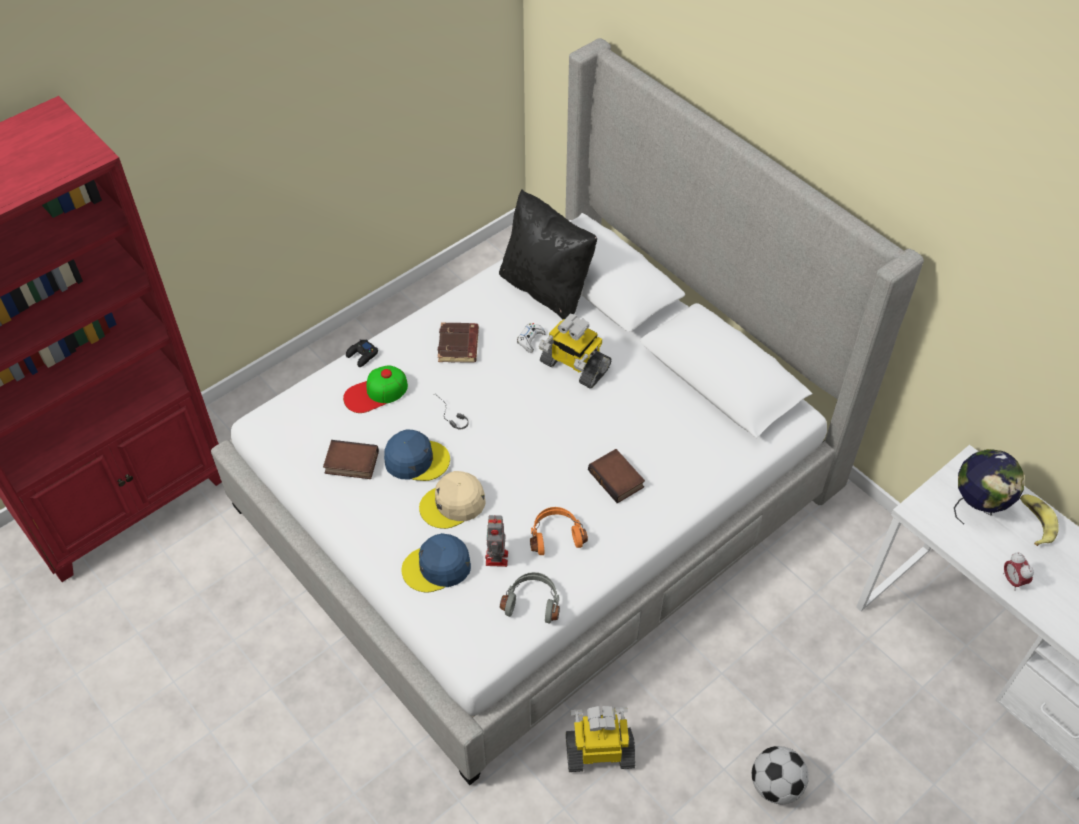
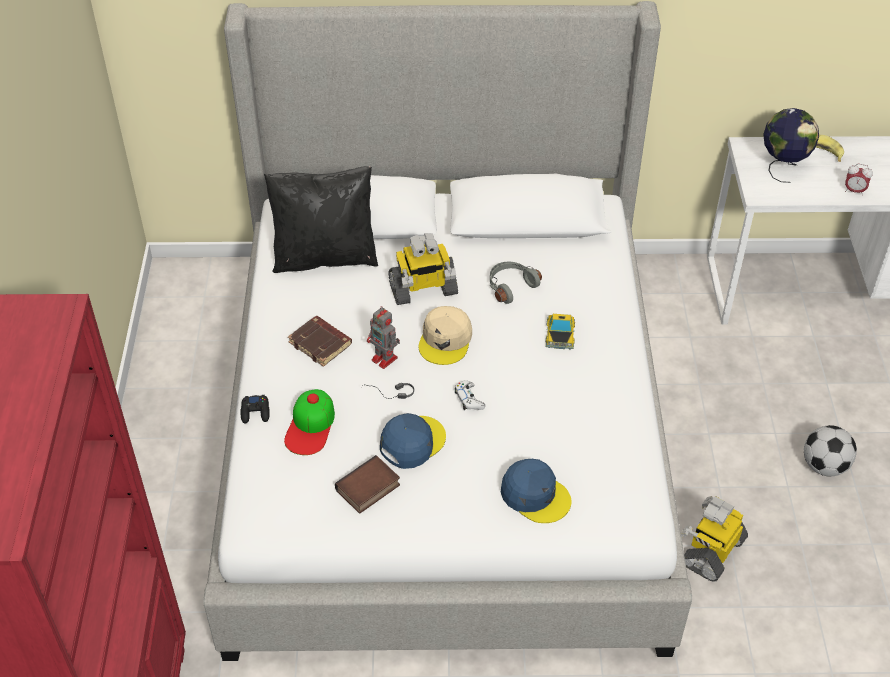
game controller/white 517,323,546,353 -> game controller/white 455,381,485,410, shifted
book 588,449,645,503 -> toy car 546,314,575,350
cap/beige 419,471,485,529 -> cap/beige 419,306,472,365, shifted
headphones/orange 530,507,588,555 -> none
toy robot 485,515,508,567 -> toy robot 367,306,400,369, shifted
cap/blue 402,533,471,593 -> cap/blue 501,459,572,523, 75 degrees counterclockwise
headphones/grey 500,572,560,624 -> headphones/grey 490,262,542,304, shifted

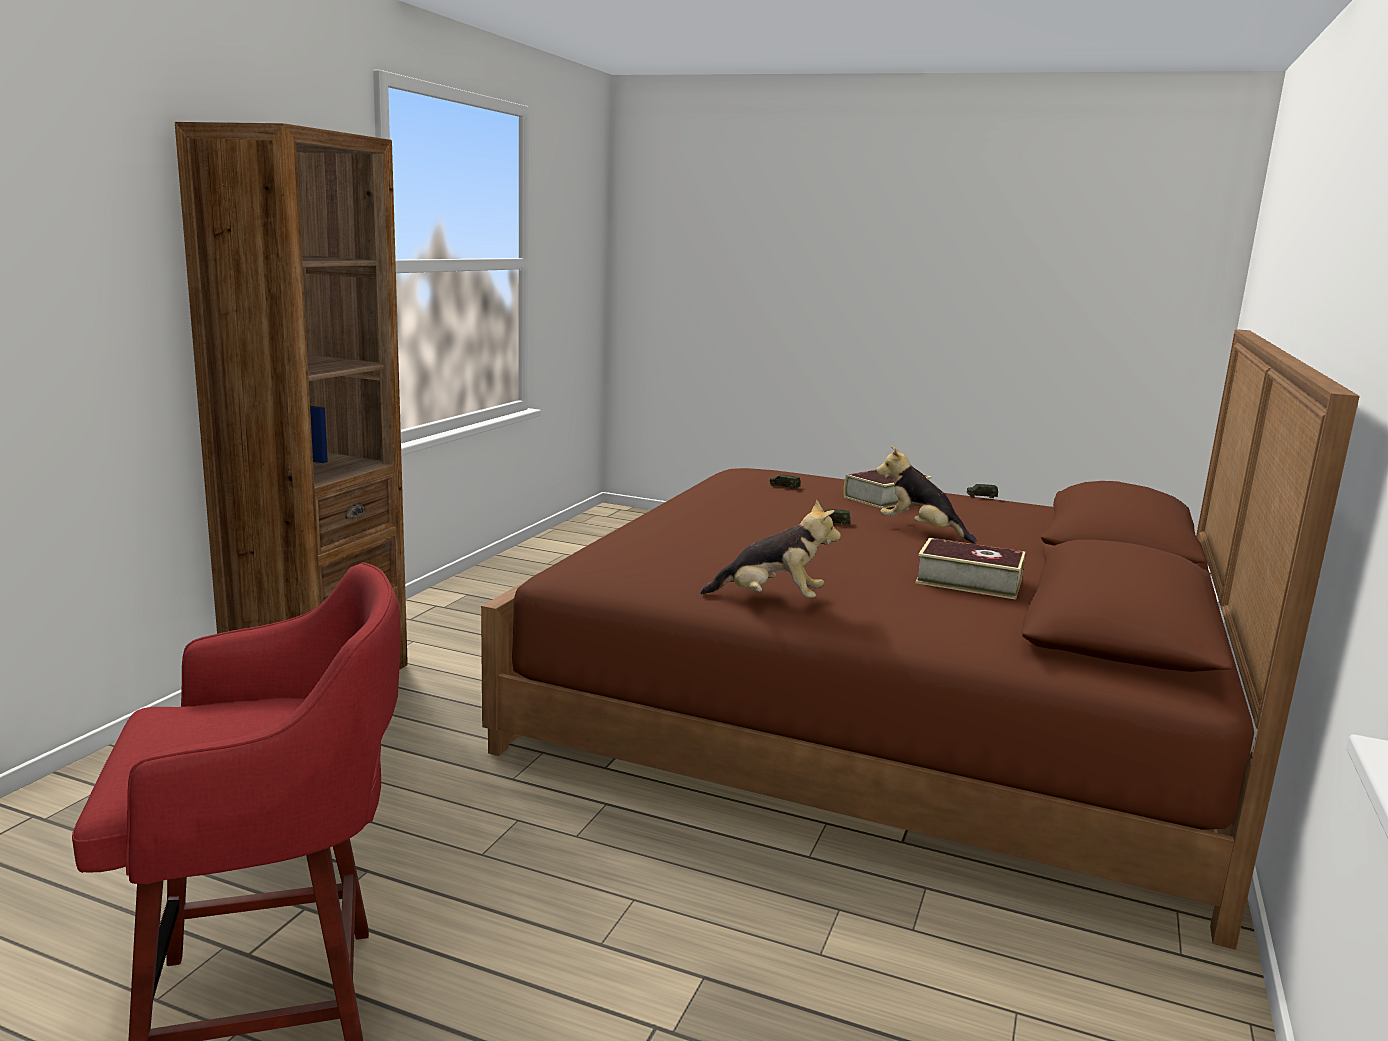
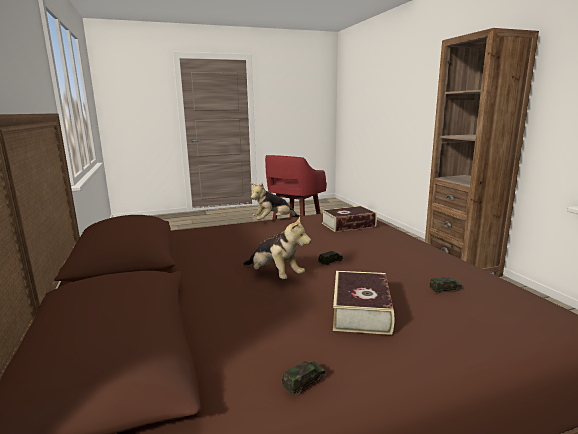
plush toy 876,445,977,543 -> plush toy 243,216,311,279, 45 degrees clockwise
book 915,537,1026,600 -> book 322,206,377,232, shifted

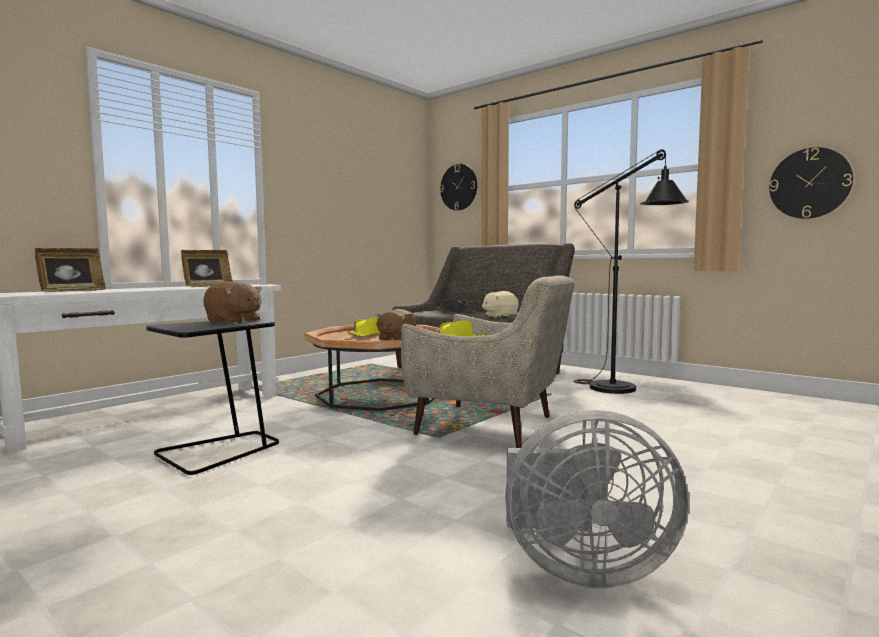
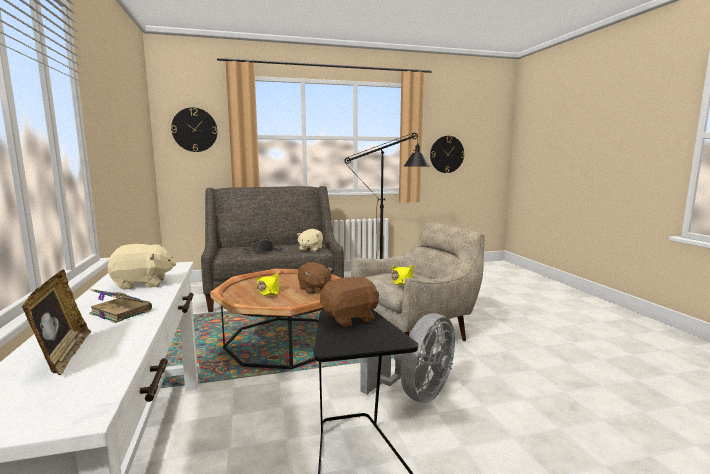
picture frame 181,250,232,287 -> plush toy/beige 108,244,176,290
fan/grey 505,410,689,589 -> fan/grey 360,313,455,403, shifted
none -> book 89,289,152,323

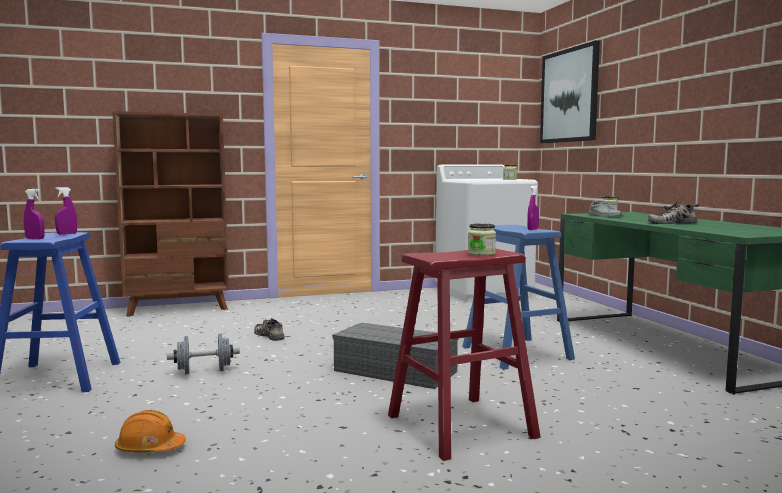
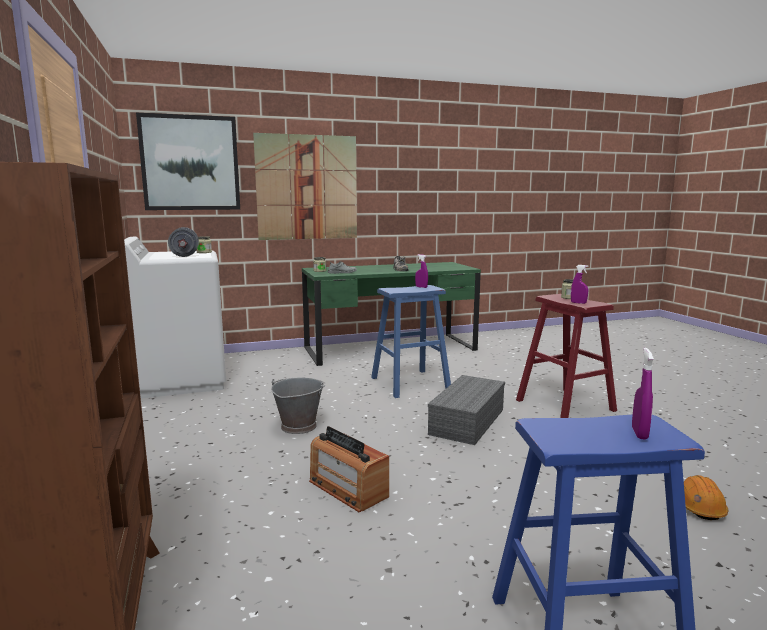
spray bottle/purple 55,187,77,234 -> spray bottle/purple 571,265,588,304, shifted
shoe 254,318,285,341 -> radio 309,426,389,512
dumbbell/grey 167,333,240,375 -> dumbbell/grey 168,227,199,257, shifted
none -> picture 253,133,357,240
none -> bucket/grey 271,377,325,434

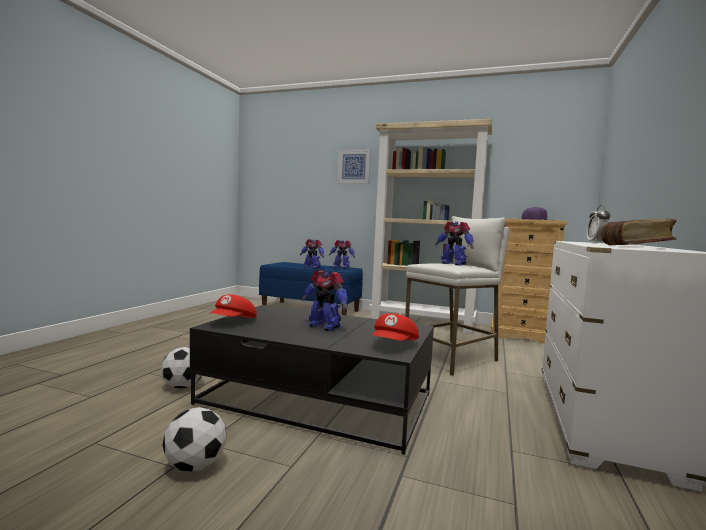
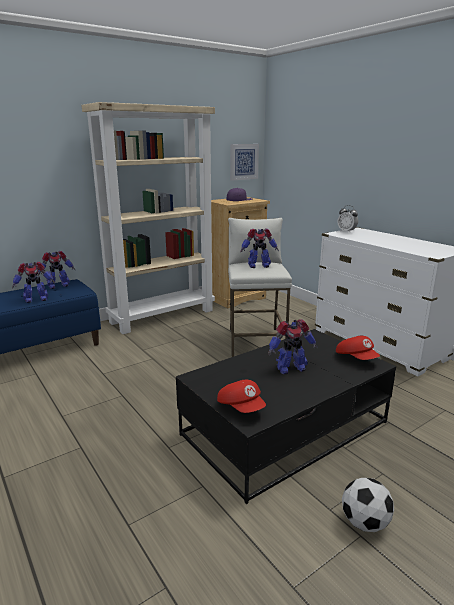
picture 337,149,371,184 -> picture 230,144,259,181, shifted
book 601,219,677,245 -> none
football 161,347,202,388 -> none

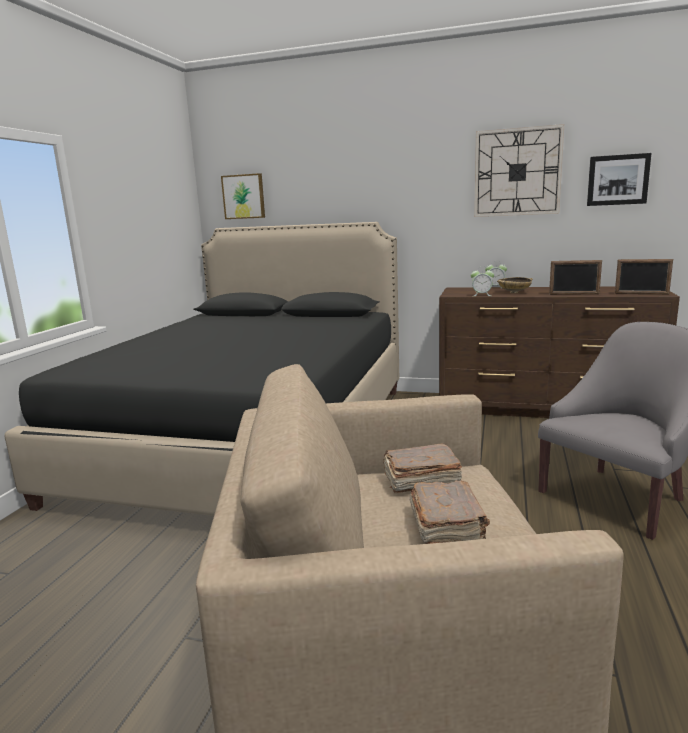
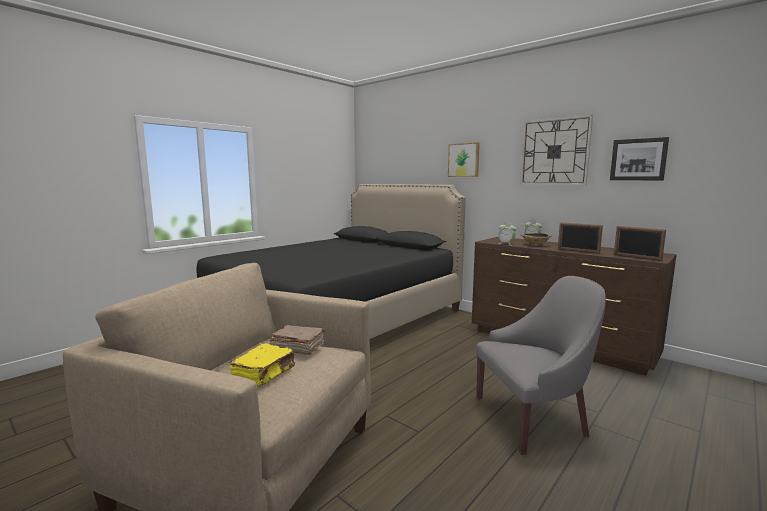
picture 221,173,265,219 -> picture 448,142,480,177, shifted
book/brown 409,480,490,544 -> book/yellow 230,343,295,386

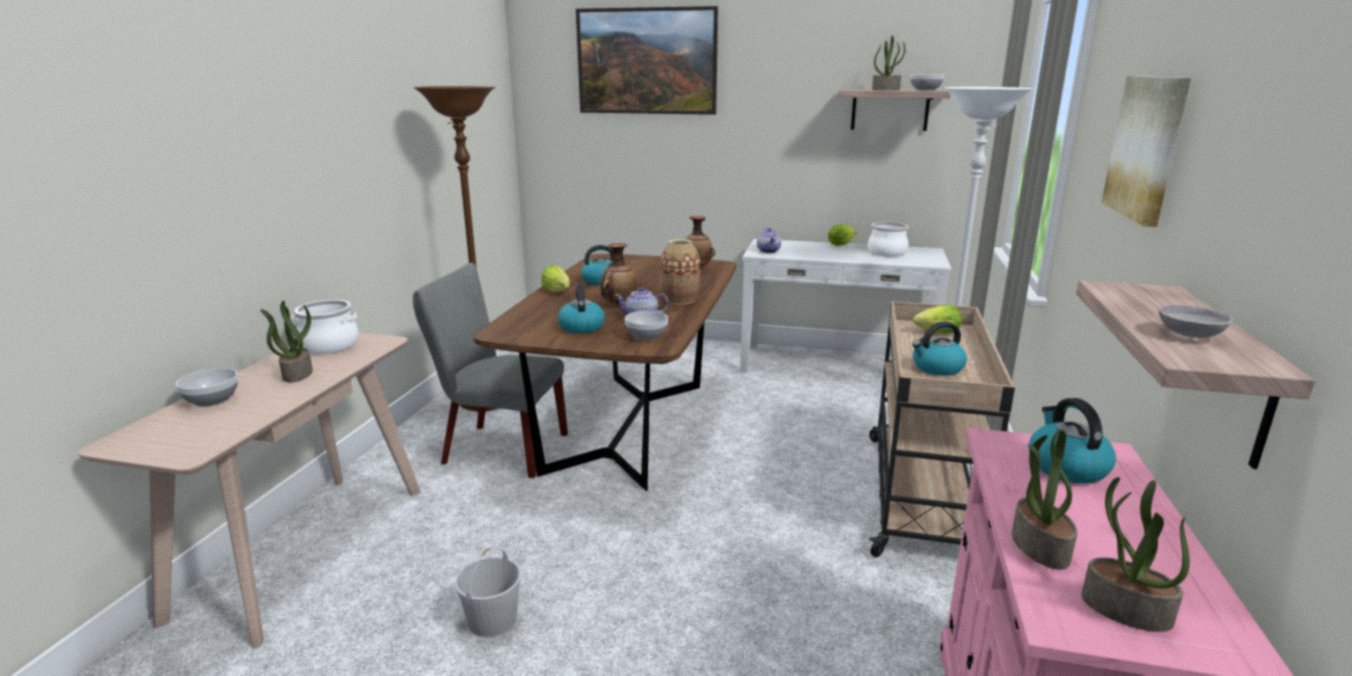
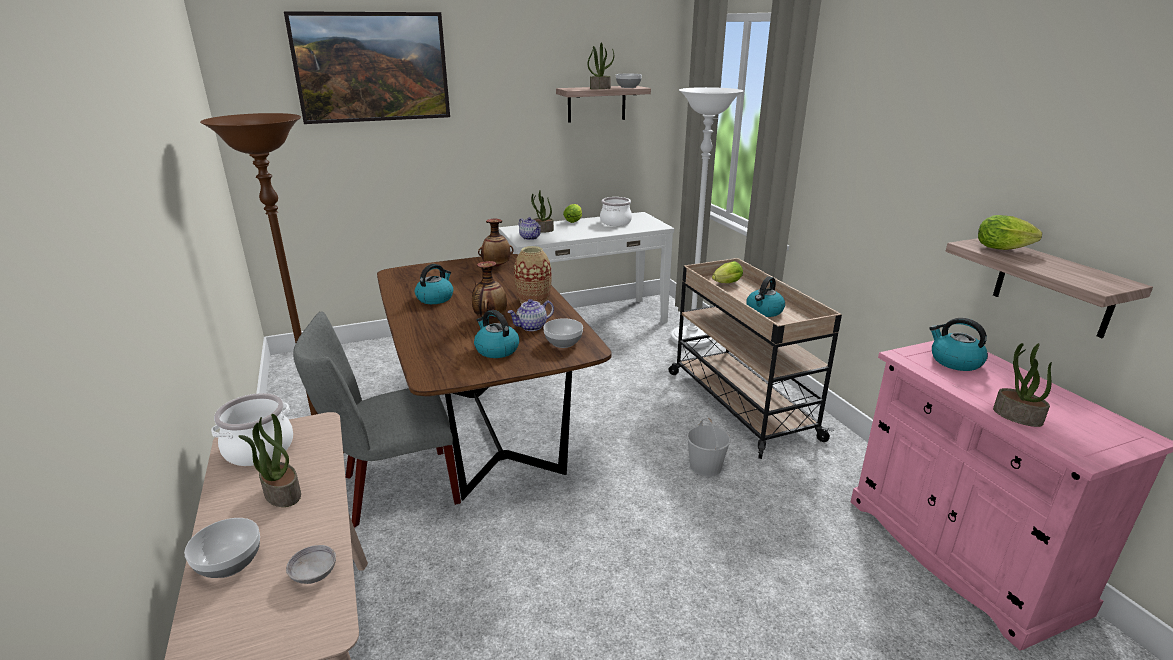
picture 1101,76,1191,227 -> none
lettuce 541,265,570,292 -> lettuce 978,215,1042,250, shifted
bowl/grey 1159,305,1232,338 -> bowl/grey 286,545,336,584, shifted
potted plant 1081,477,1190,632 -> potted plant 531,190,554,232, shifted
bucket/white 455,548,521,638 -> bucket/white 687,418,730,476, shifted

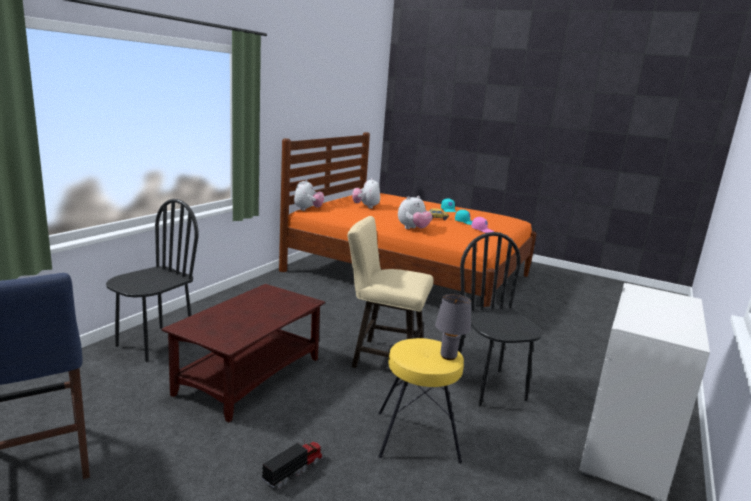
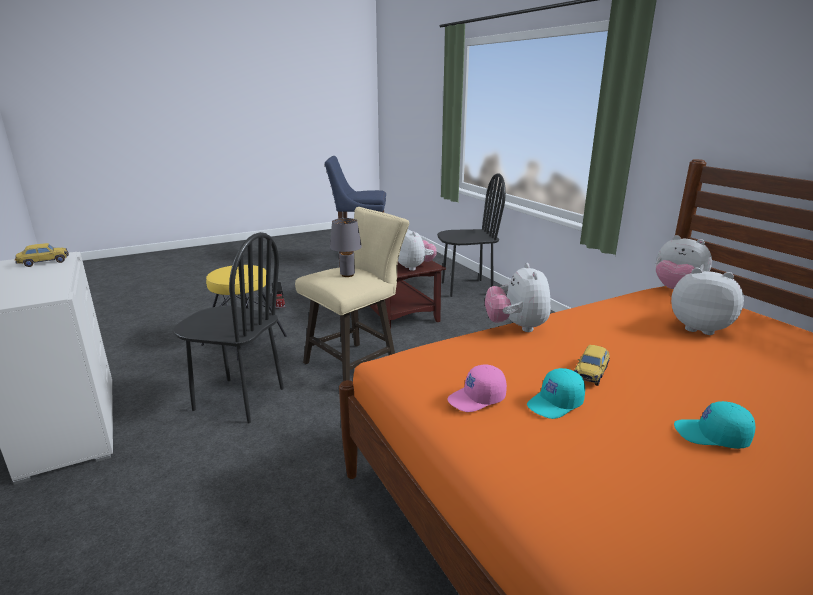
chair/black 106,199,198,362 -> chair/black 437,173,506,297, 75 degrees counterclockwise
table lamp/grey 435,294,471,360 -> table lamp/grey 330,218,362,277, shifted
none -> plush toy 398,230,437,271
none -> toy car 15,243,69,267

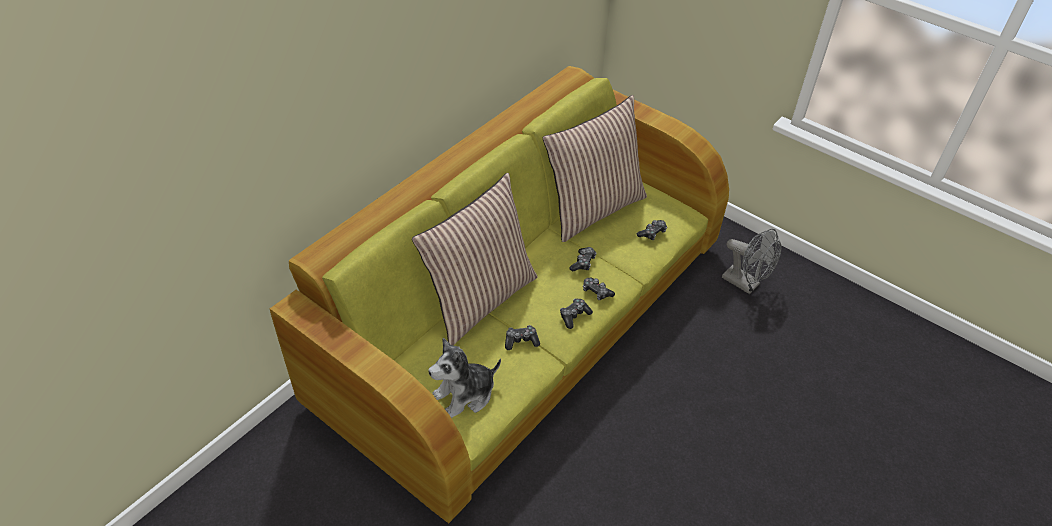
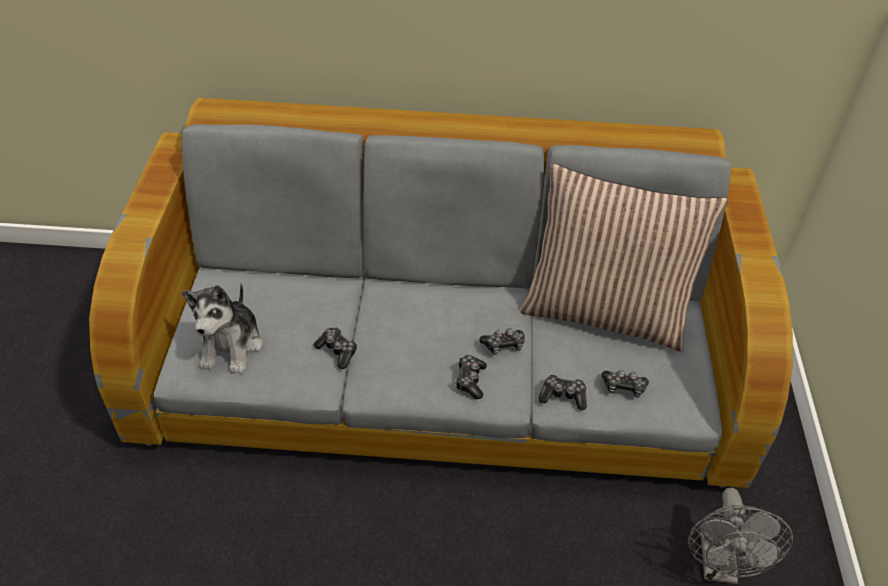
sofa/green 270,66,729,523 -> sofa/grey 89,98,793,488
pillow 412,173,538,345 -> none
game controller 560,298,593,329 -> game controller 538,374,587,410, shifted
plush toy 428,338,501,418 -> plush toy 182,284,263,374, 105 degrees counterclockwise

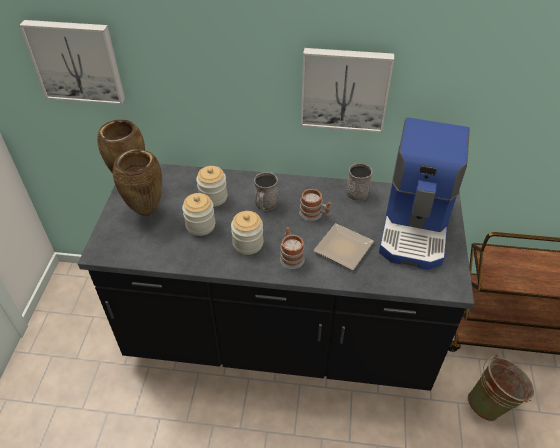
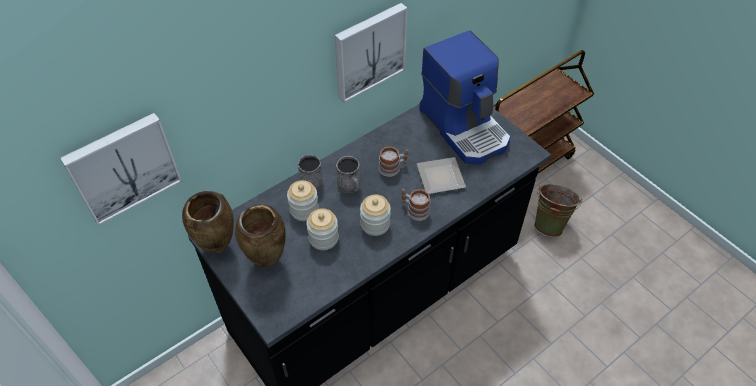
mug/grey 346,163,372,201 -> mug/grey 298,154,323,190, shifted

